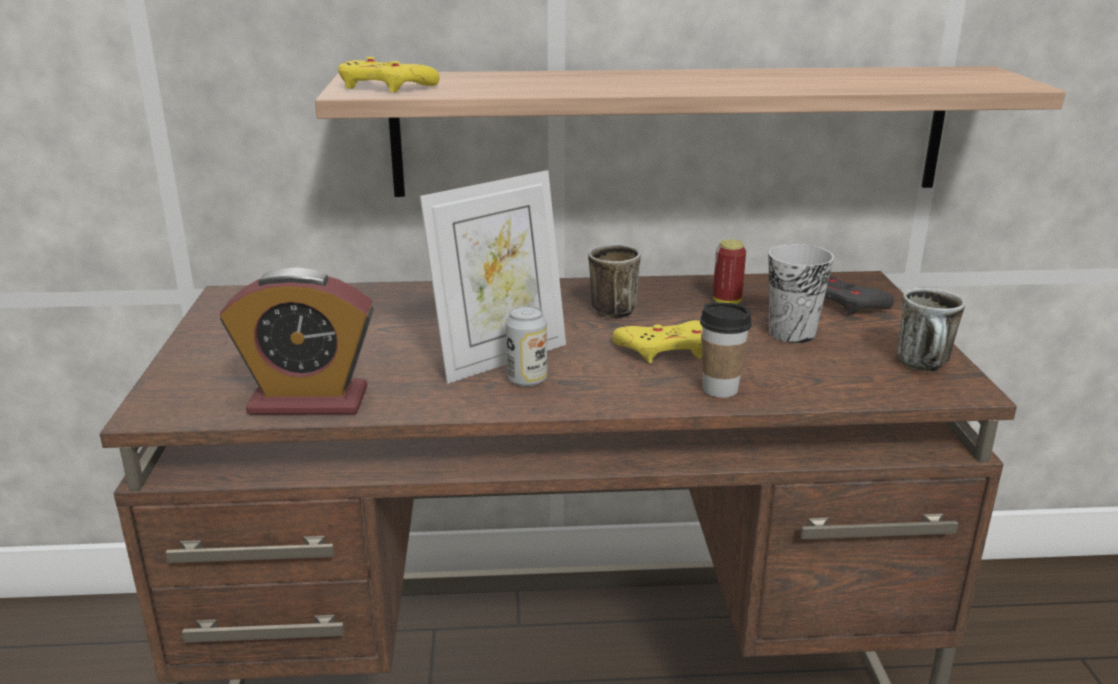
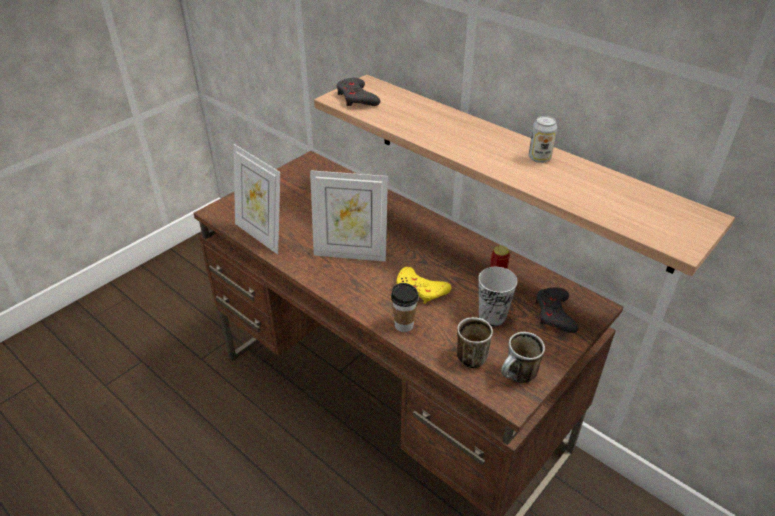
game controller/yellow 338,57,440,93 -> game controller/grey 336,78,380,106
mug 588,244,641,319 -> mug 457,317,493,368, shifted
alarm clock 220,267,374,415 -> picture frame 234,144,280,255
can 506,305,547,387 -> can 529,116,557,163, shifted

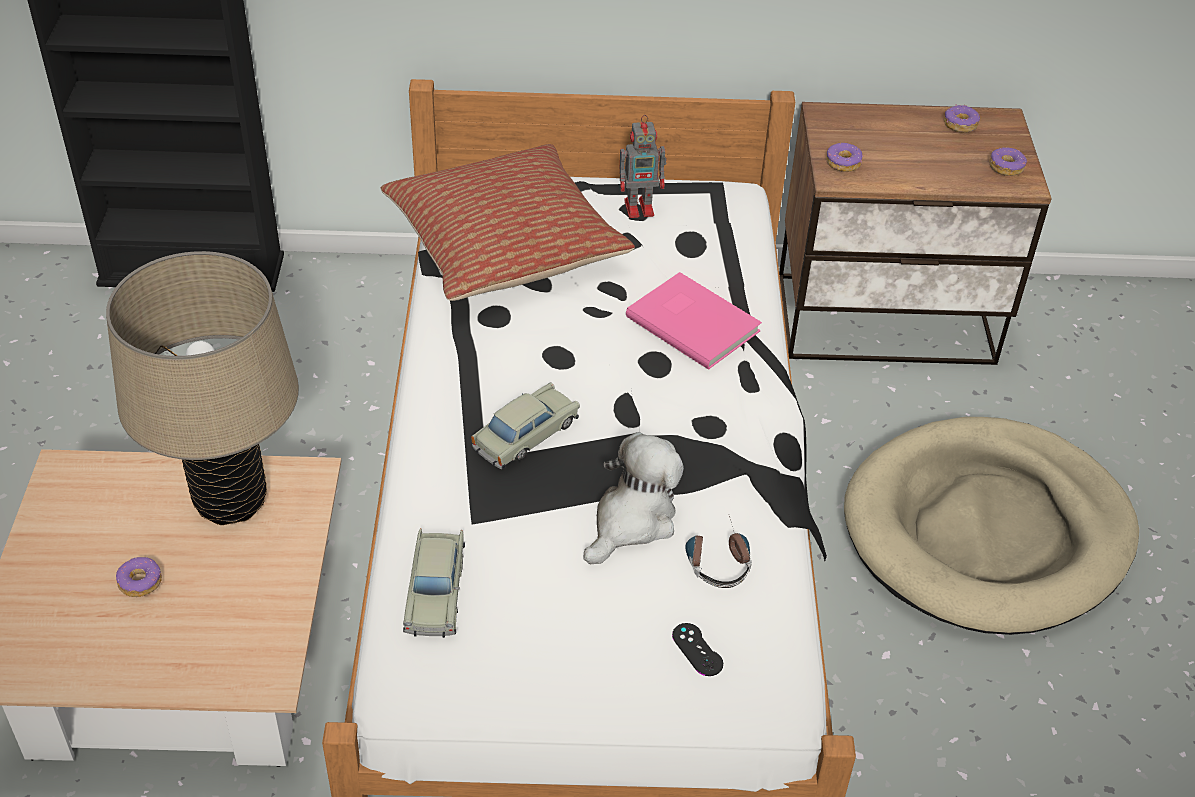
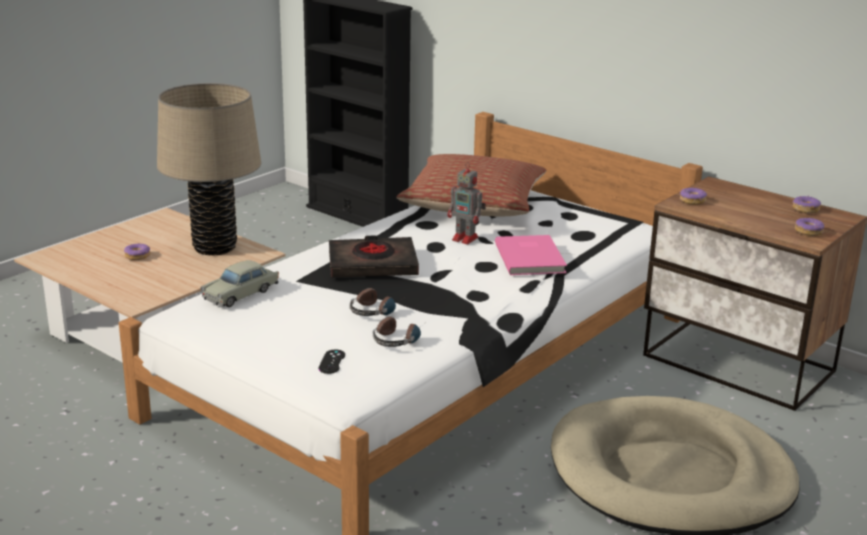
toy robot 619,115,667,218 -> toy robot 447,162,486,244, shifted
toy car/beige 471,382,580,469 -> book/black 329,236,419,278
plush toy 583,432,684,564 -> headphones 349,288,404,316

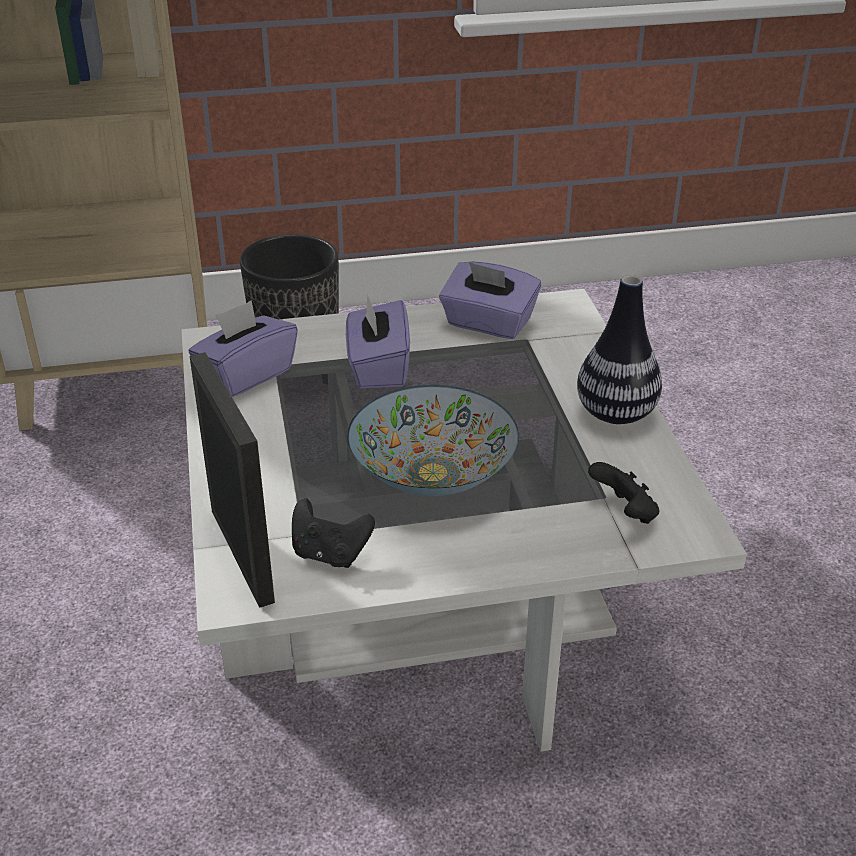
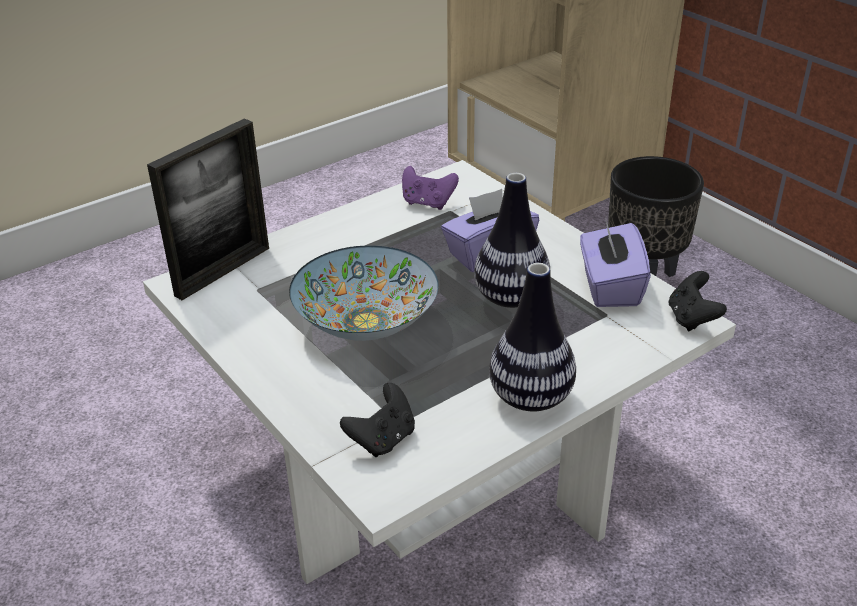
tissue box/purple 189,300,298,397 -> game controller/purple 402,166,459,210
game controller/black 292,498,375,568 -> game controller/black 669,271,727,331, shifted
none -> vase 474,173,550,308

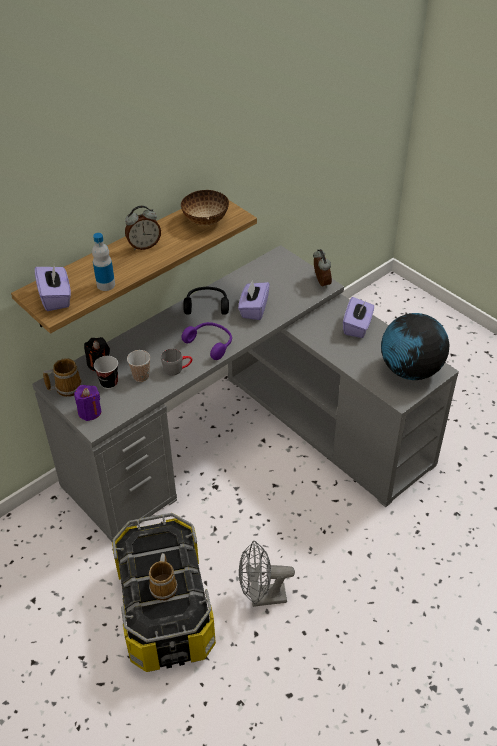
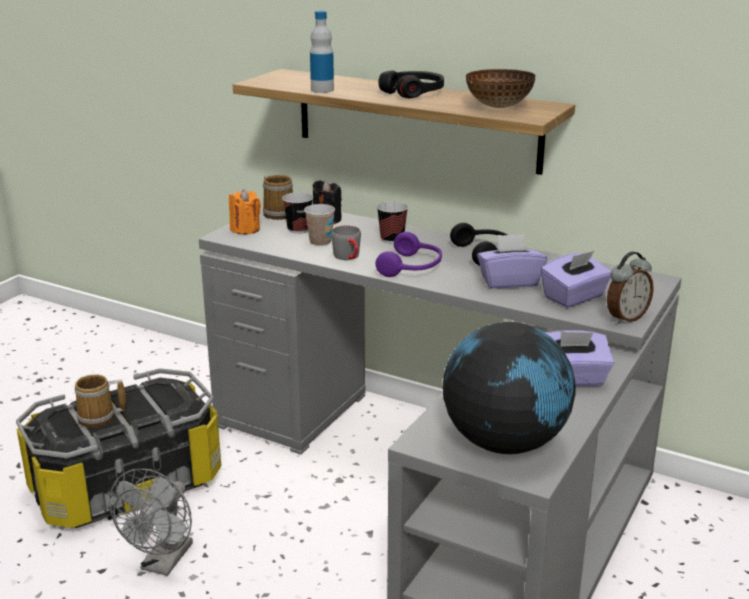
alarm clock 125,206,161,250 -> headphones/black 379,70,444,98
tissue box/purple 35,266,71,311 -> tissue box/purple 541,251,611,308, shifted
candle/purple 74,385,101,421 -> candle/orange 229,189,261,234
fan/grey 239,541,295,607 -> fan/grey 109,468,193,576, 135 degrees counterclockwise
none -> cup 377,201,408,244

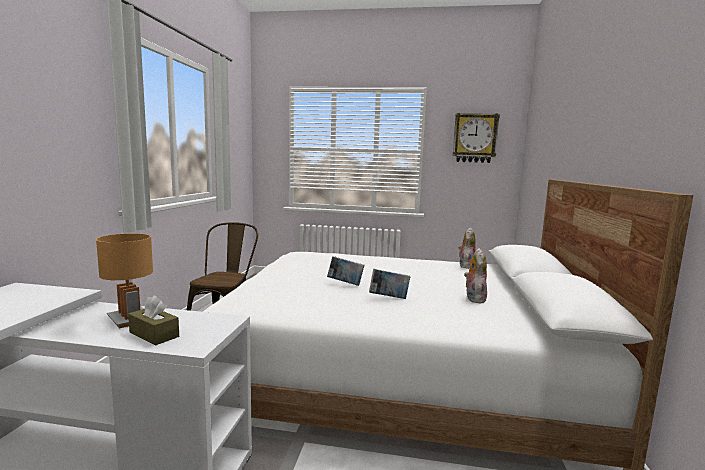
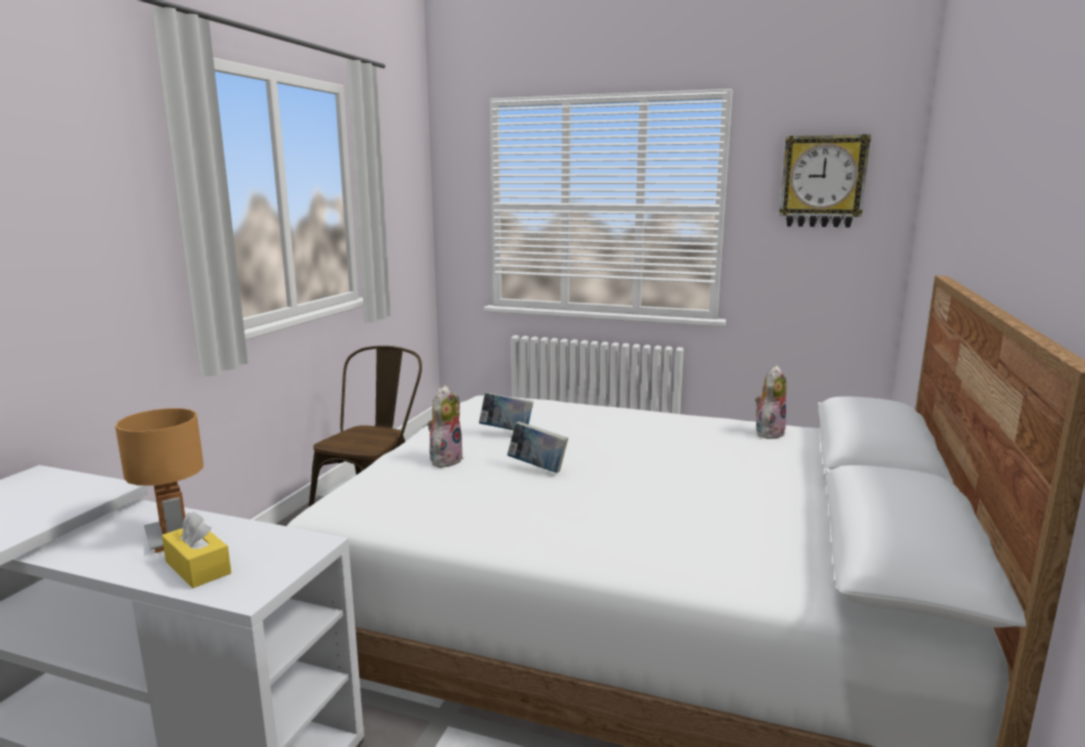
plush toy 464,248,487,303 -> plush toy 427,385,464,468, shifted
book 369,269,410,299 -> book 479,392,533,430, shifted
tissue box/brown 128,295,179,345 -> tissue box/yellow 162,512,231,588

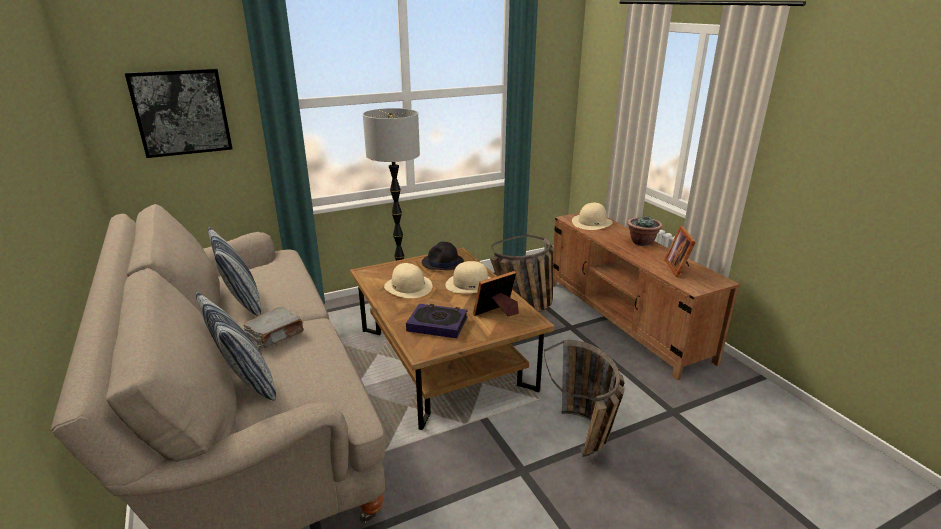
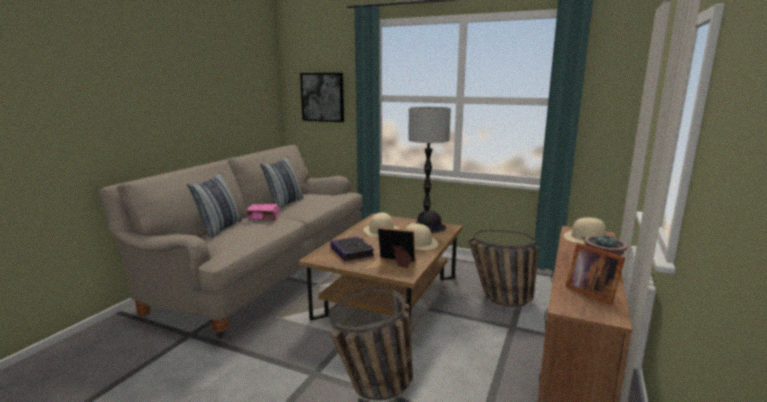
picture frame 664,226,696,277 -> picture frame 565,243,625,304, 90 degrees counterclockwise
book/grey 243,307,303,348 -> book/pink 245,204,280,221

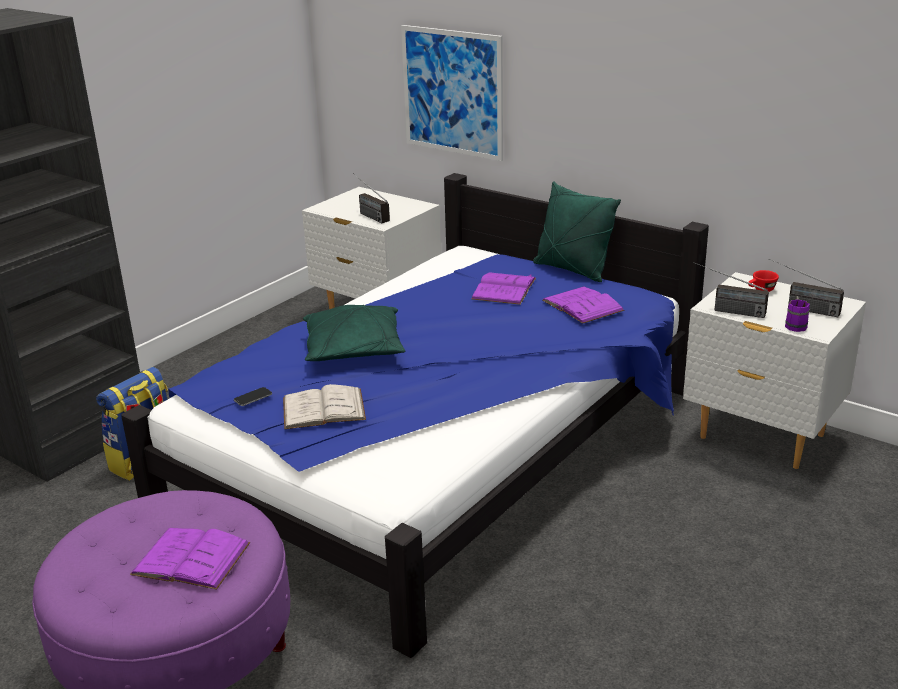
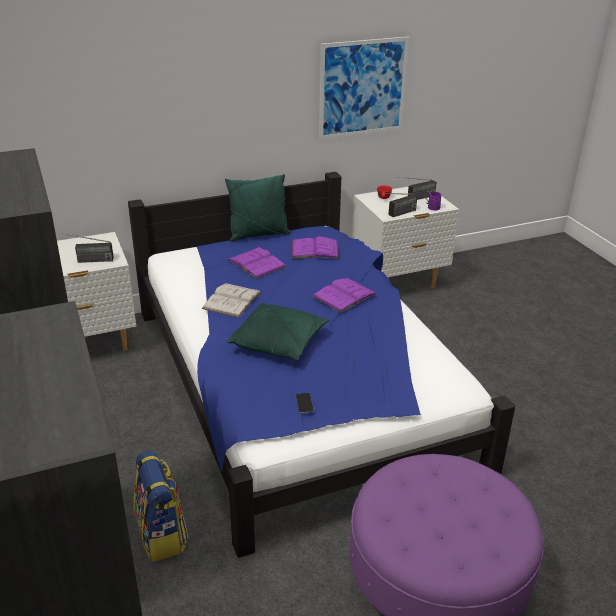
picture 401,25,503,161 -> picture 319,37,409,139, shifted
book/white 283,384,366,429 -> book/white 202,283,261,318, shifted
book/purple 130,528,250,590 -> book/purple 312,278,377,313, shifted

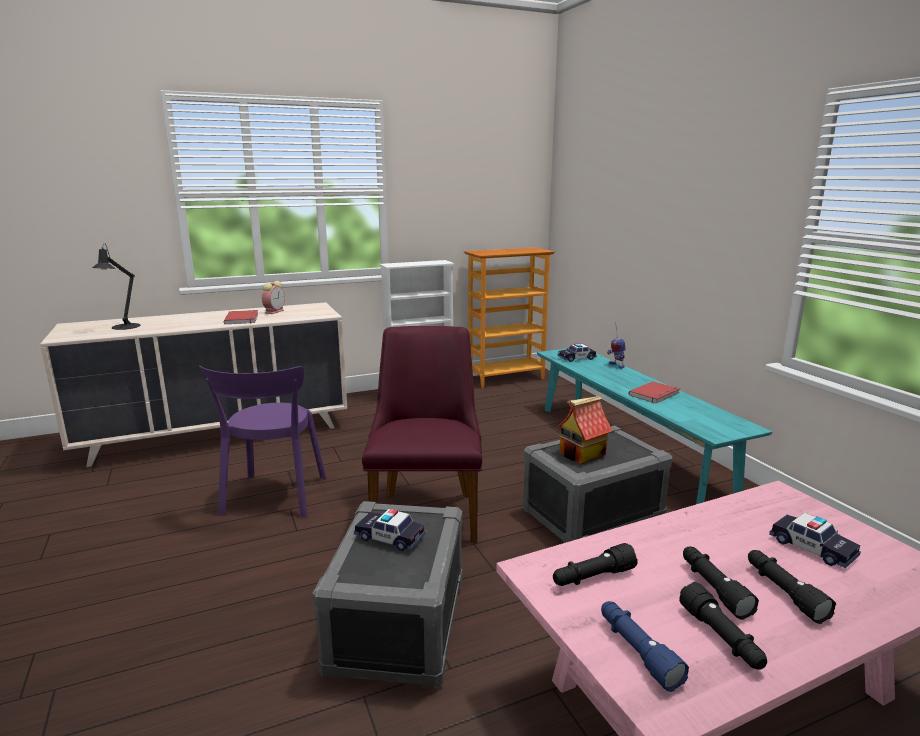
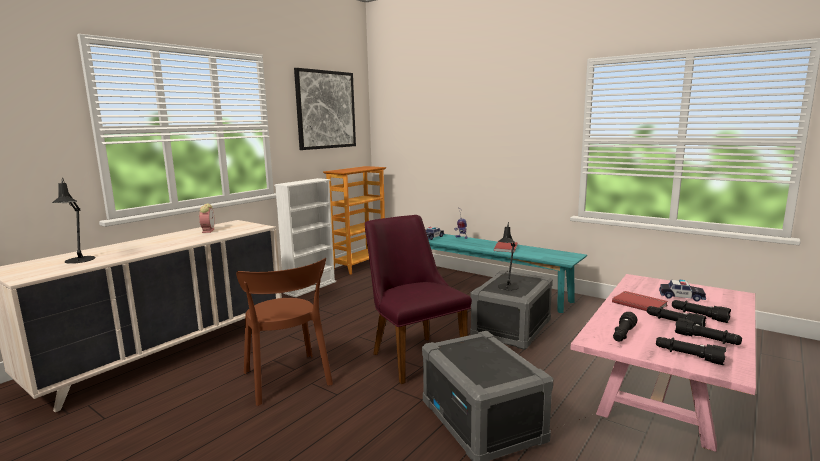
book/red 224,310,258,325 -> book/red 612,291,668,311, shifted
chair/purple 199,365,326,518 -> chair/brown 236,258,333,406
toy house 557,396,612,464 -> table lamp/black 498,222,519,290
toy car 354,509,425,551 -> none
flashlight/blue 601,601,689,692 -> flashlight/black 656,337,726,365
none -> picture 294,68,356,150

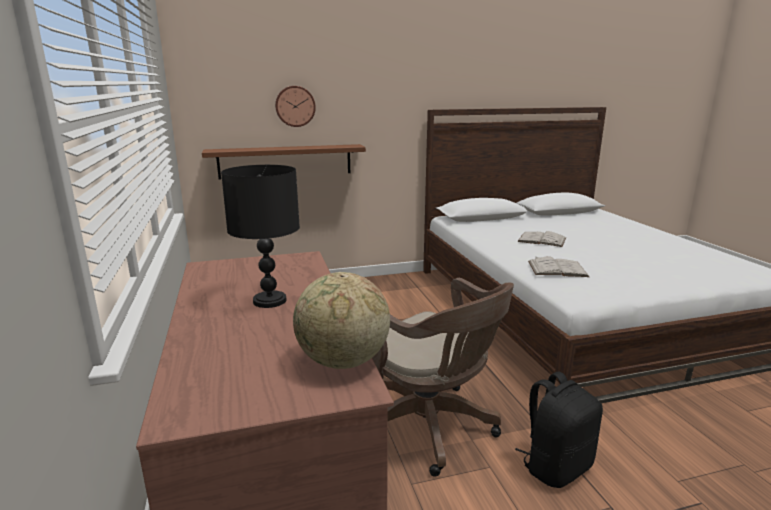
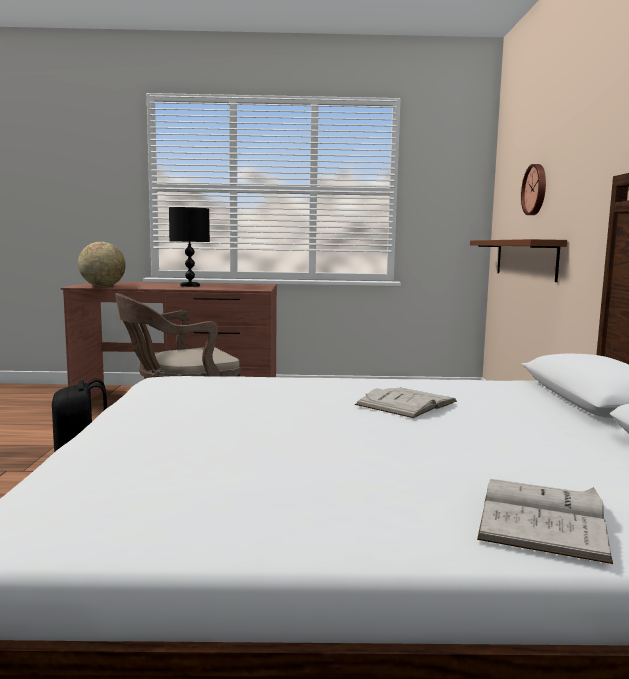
book/white 528,256,589,277 -> book/white 477,479,613,564, shifted

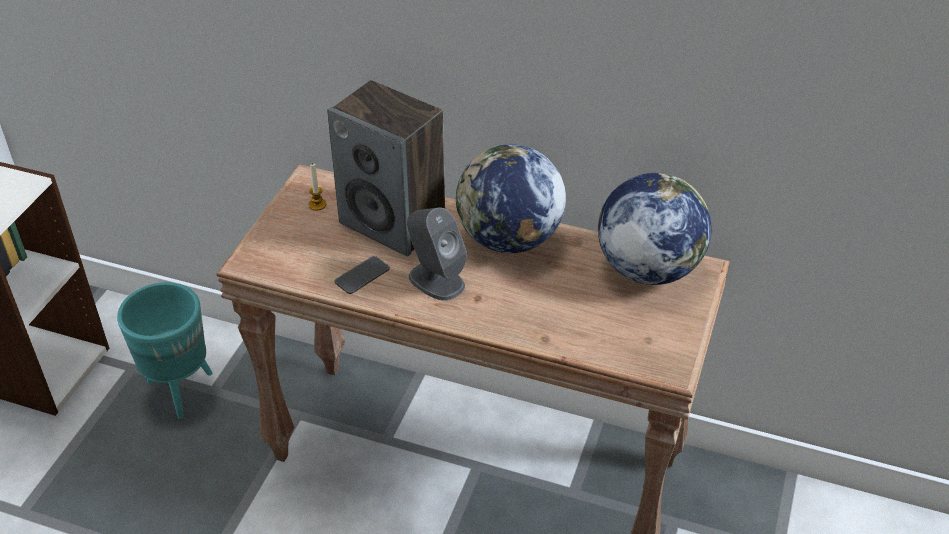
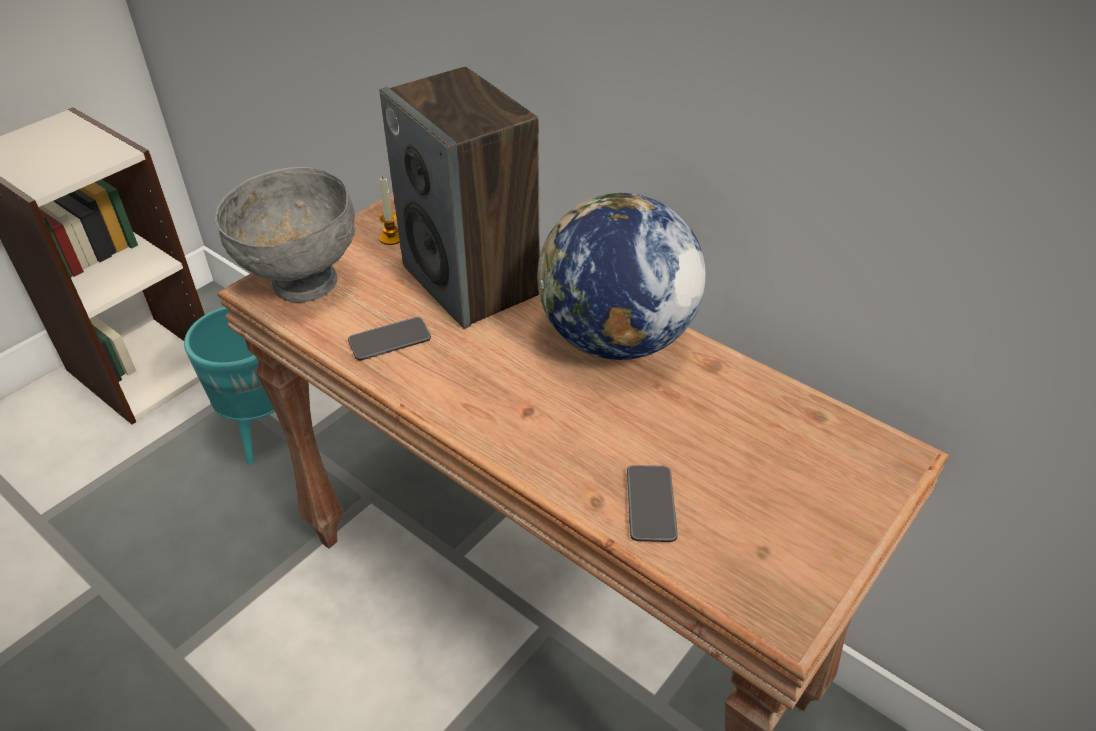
globe 598,173,712,285 -> none
speaker/grey 407,207,467,300 -> none
none -> bowl/grey 215,167,355,302
none -> phone 627,465,677,542

